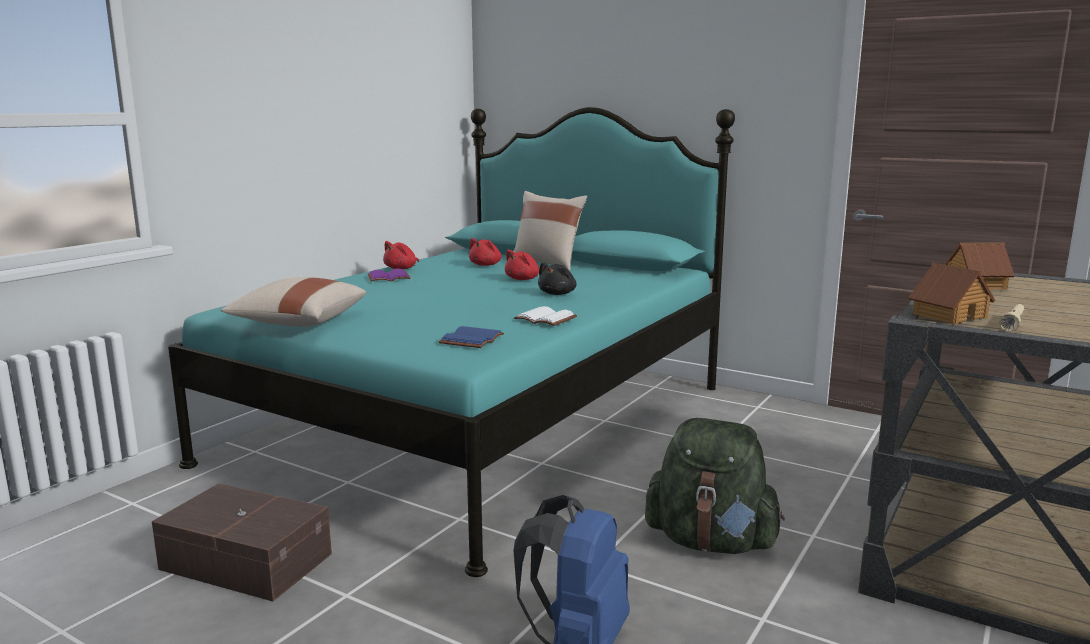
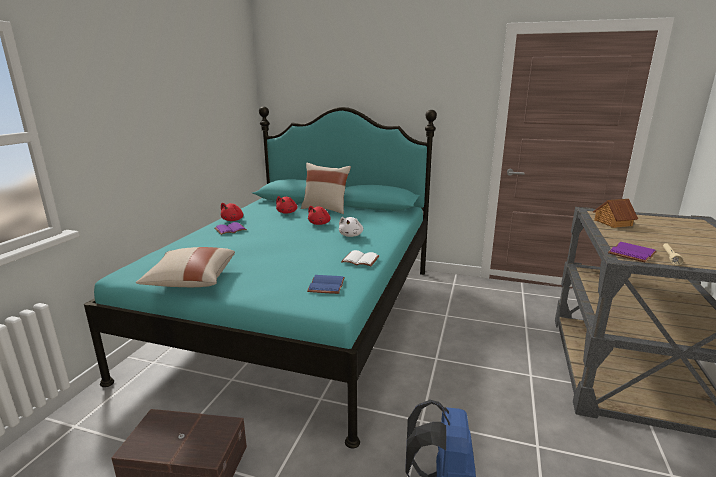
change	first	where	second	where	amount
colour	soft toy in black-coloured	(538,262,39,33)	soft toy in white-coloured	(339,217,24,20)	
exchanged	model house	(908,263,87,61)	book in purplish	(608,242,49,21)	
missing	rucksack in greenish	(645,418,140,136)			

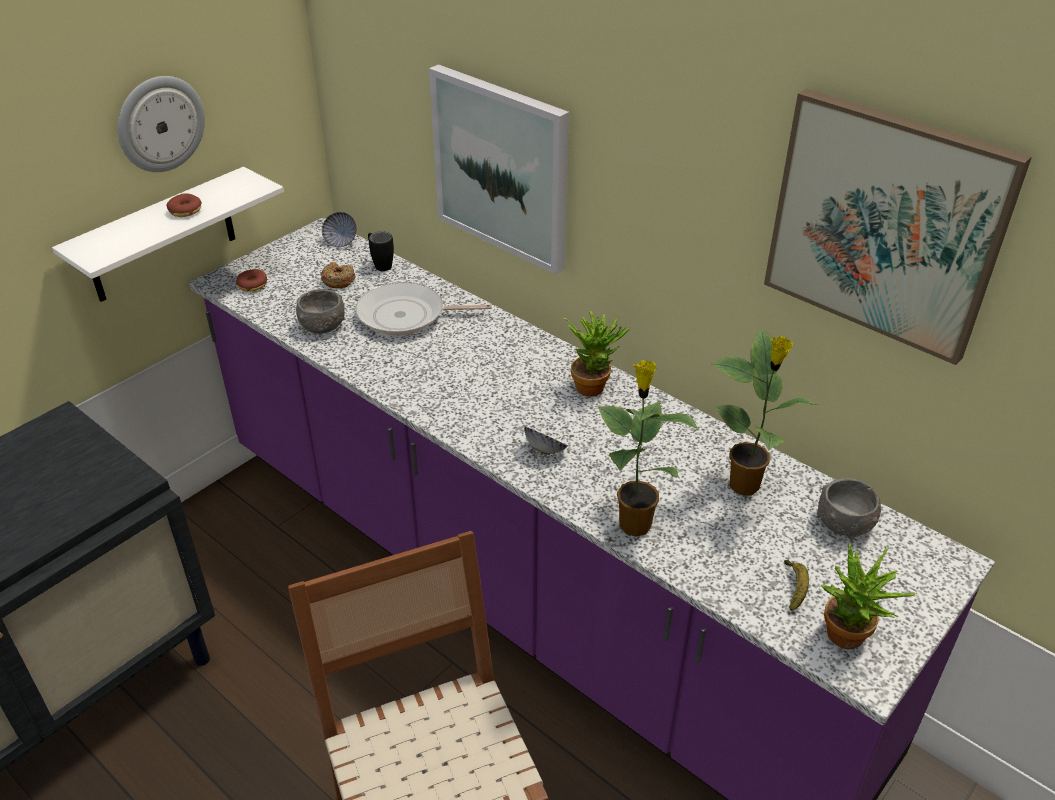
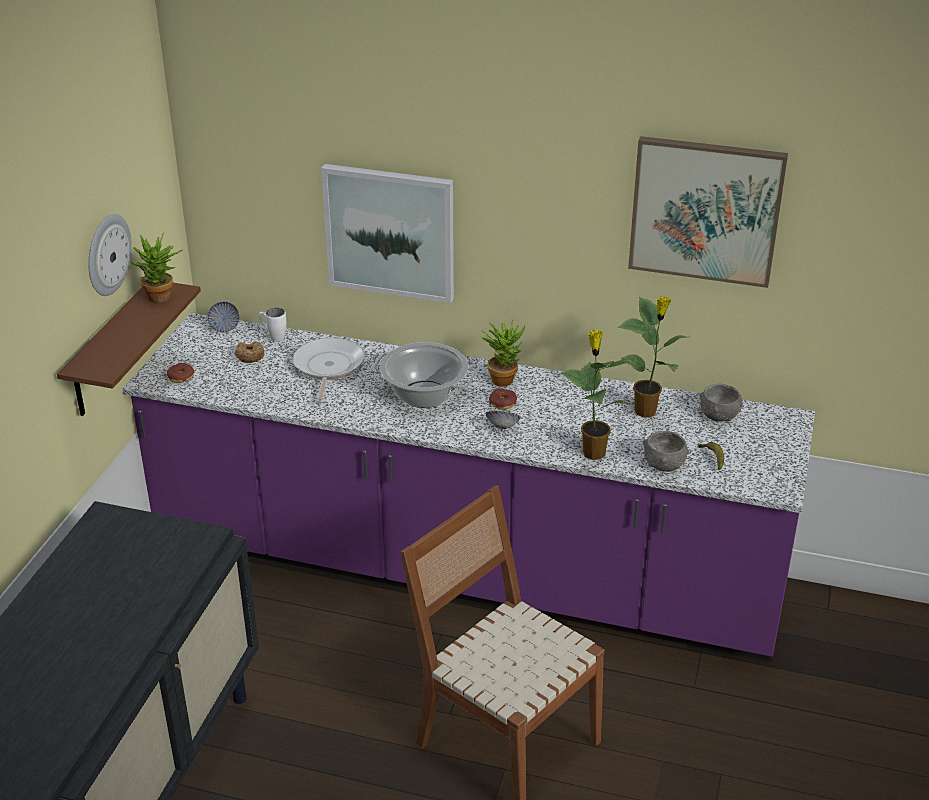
change	first	where	second	where	amount
colour	wall shelf in white-coloured	(52,167,232,135)	wall shelf in brown	(57,283,144,133)	
relocated	potted plant	(821,542,96,107)		(130,233,53,70)	
colour	mug in black-coloured	(368,231,26,40)	mug in white-coloured	(259,308,28,33)	
spun	pan	(356,282,136,53)		(293,338,72,66)	120 degrees clockwise
appeared			cooking pot	(371,342,106,66)	
relocated	donut	(166,193,36,24)		(489,389,28,20)	
relocated	serving bowl in greyish	(296,289,49,45)		(643,431,46,41)	

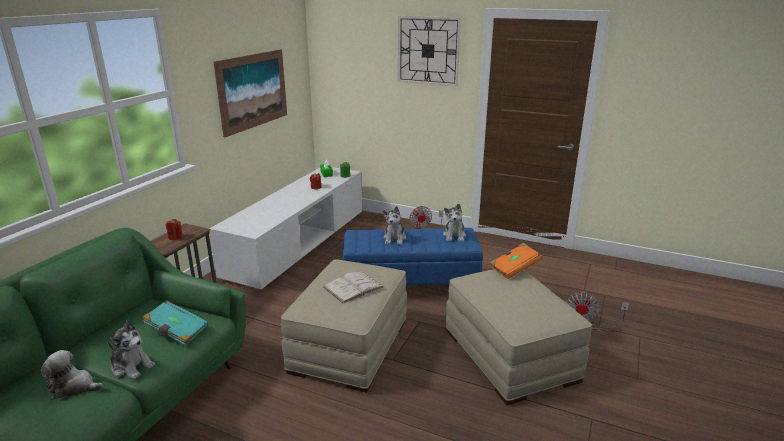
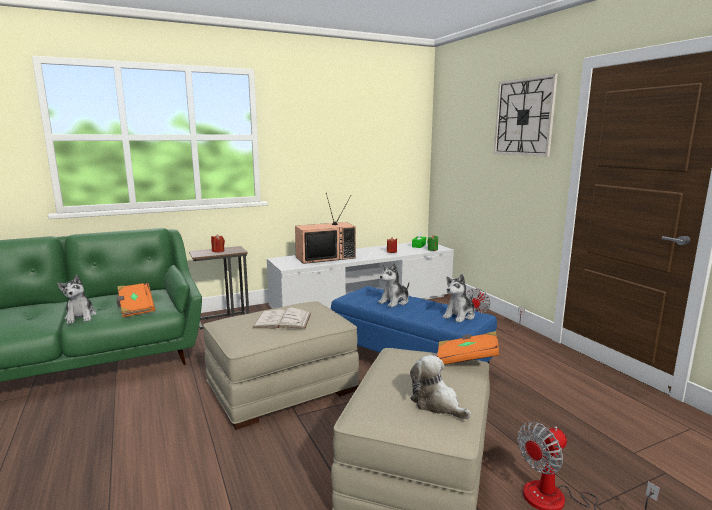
change	first	where	second	where	amount
colour	book in turquoise	(142,300,66,46)	book in orange	(117,283,38,34)	
appeared			TV	(295,193,61,71)	
relocated	soft toy	(41,350,63,48)		(410,355,61,64)	
missing	picture	(214,49,73,88)			

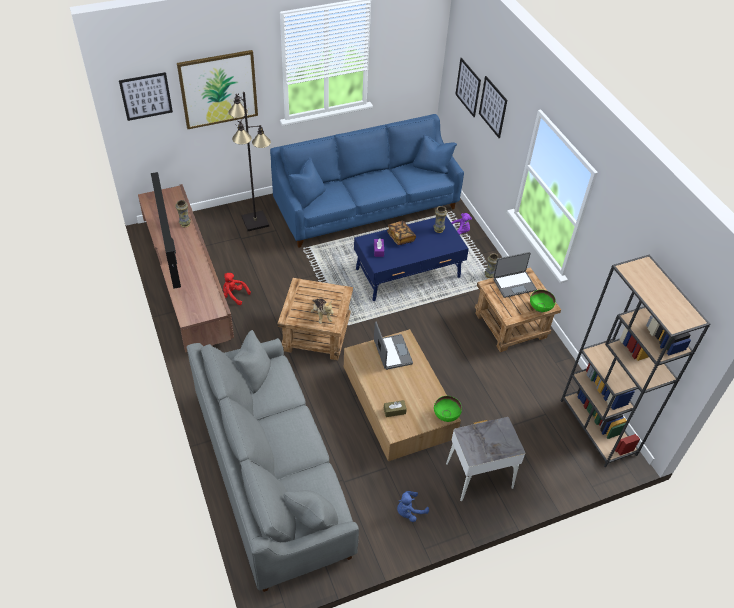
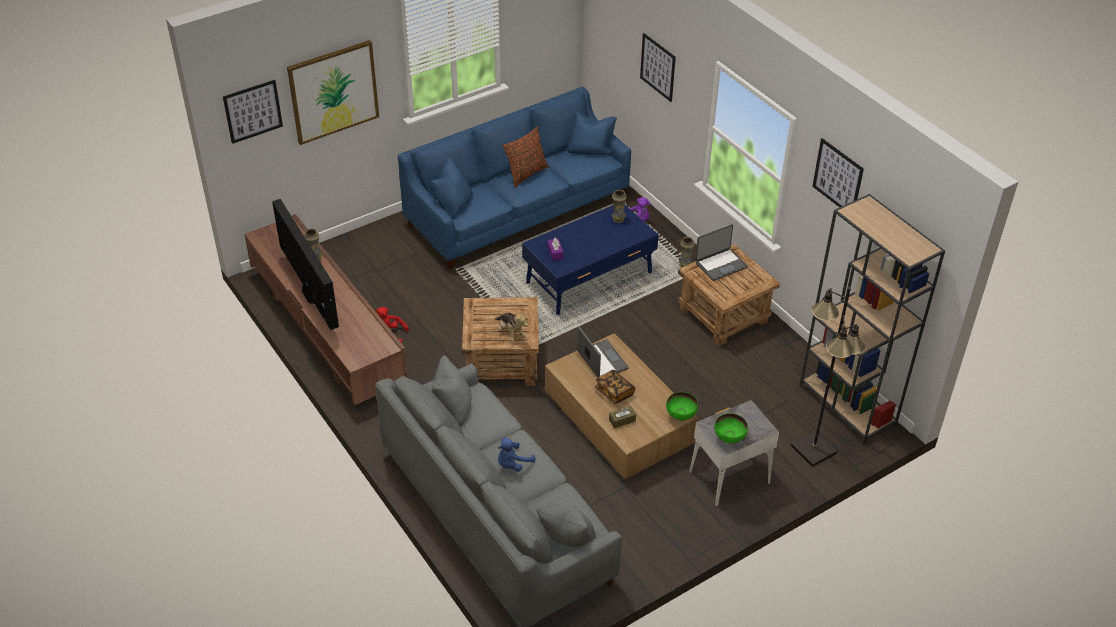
change	first	where	second	where	amount
relocated	soft toy in blue-coloured	(397,491,32,31)		(498,437,37,35)	
appeared			pillow in brown	(503,126,46,62)	
relocated	book	(387,221,29,24)		(595,370,40,34)	
relocated	serving bowl in greenish	(530,290,26,23)		(714,413,34,31)	
relocated	standard lamp in black-coloured	(228,92,43,139)		(791,287,74,180)	
relocated	picture	(455,58,26,59)		(812,138,52,69)	

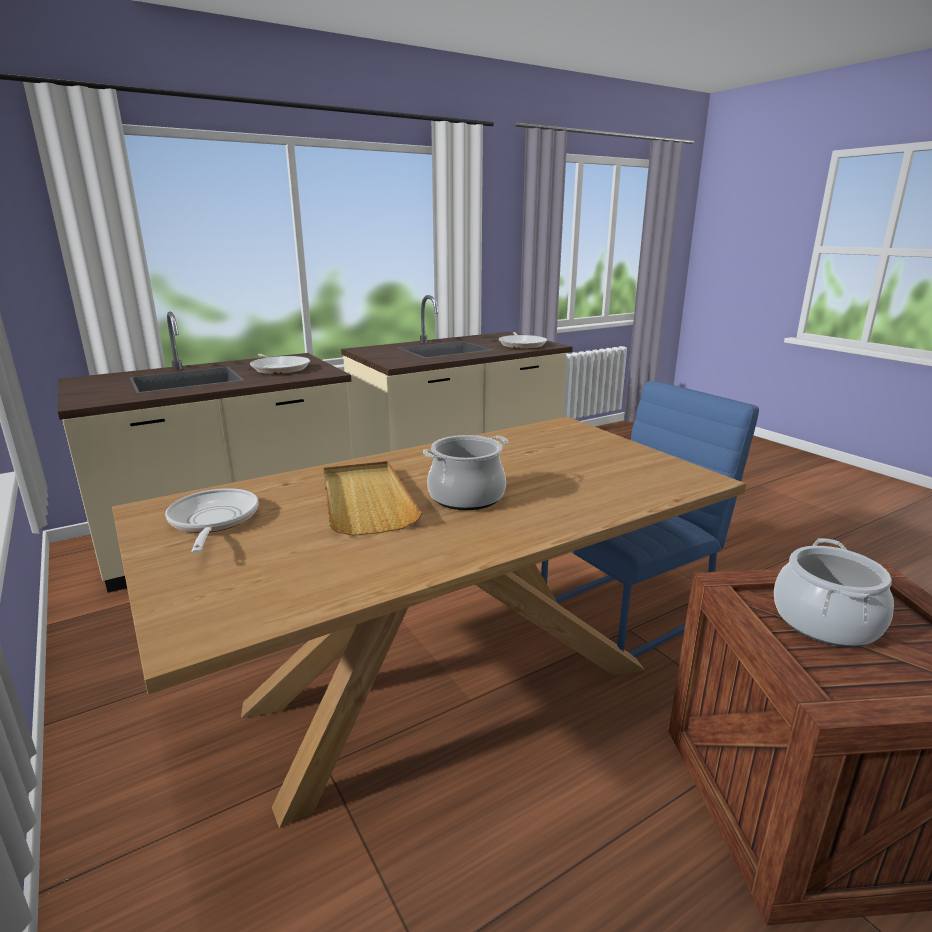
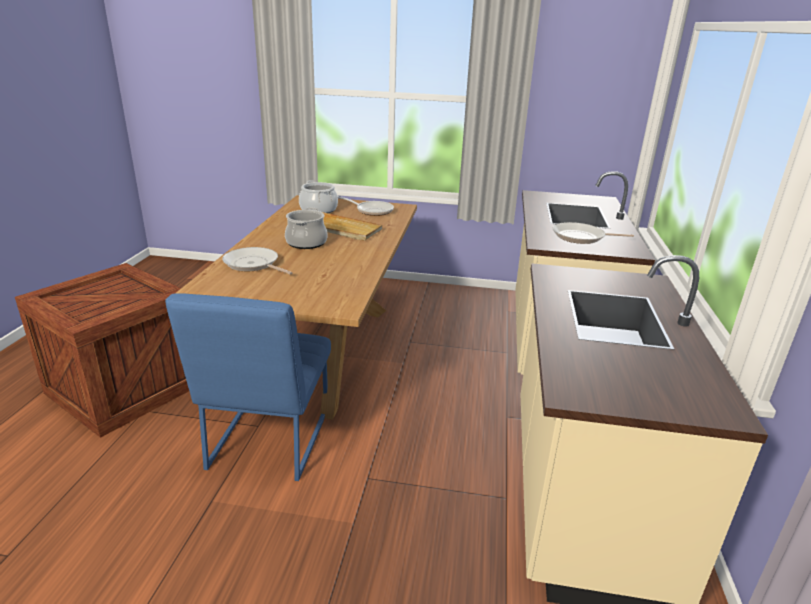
change	first	where	second	where	amount
relocated	pan	(499,332,48,17)		(222,247,70,27)	
relocated	cooking pot	(774,538,120,109)		(299,180,39,33)	

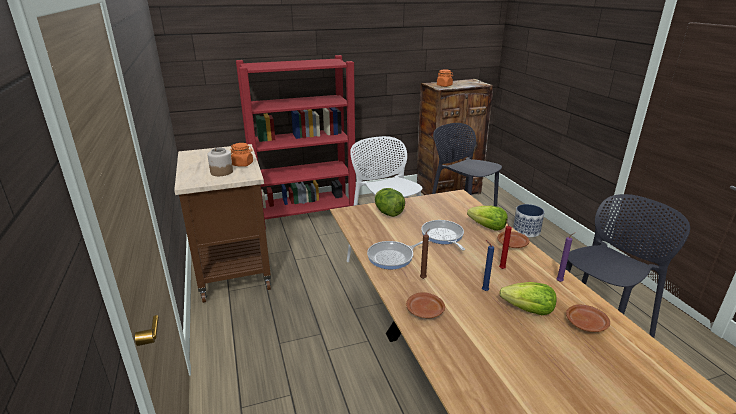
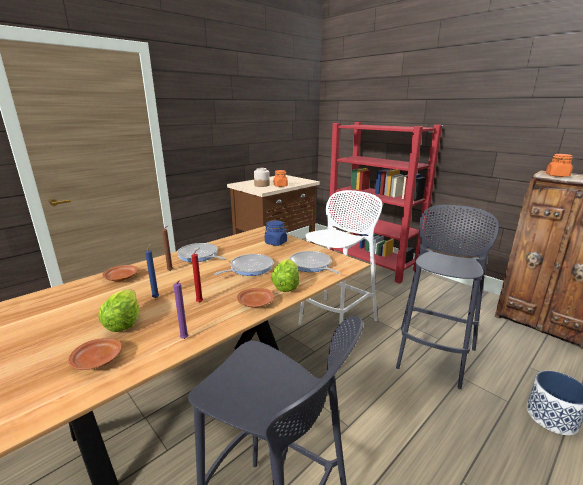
change	first	where	second	where	amount
exchanged	lettuce head	(375,188,30,29)	jar in blue-coloured	(265,220,22,26)	
appeared			pan	(290,251,50,23)	

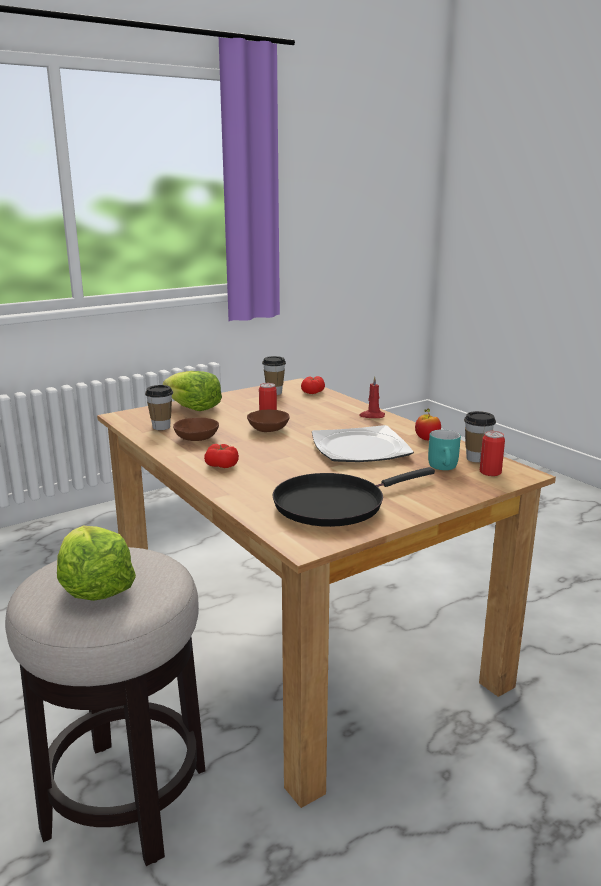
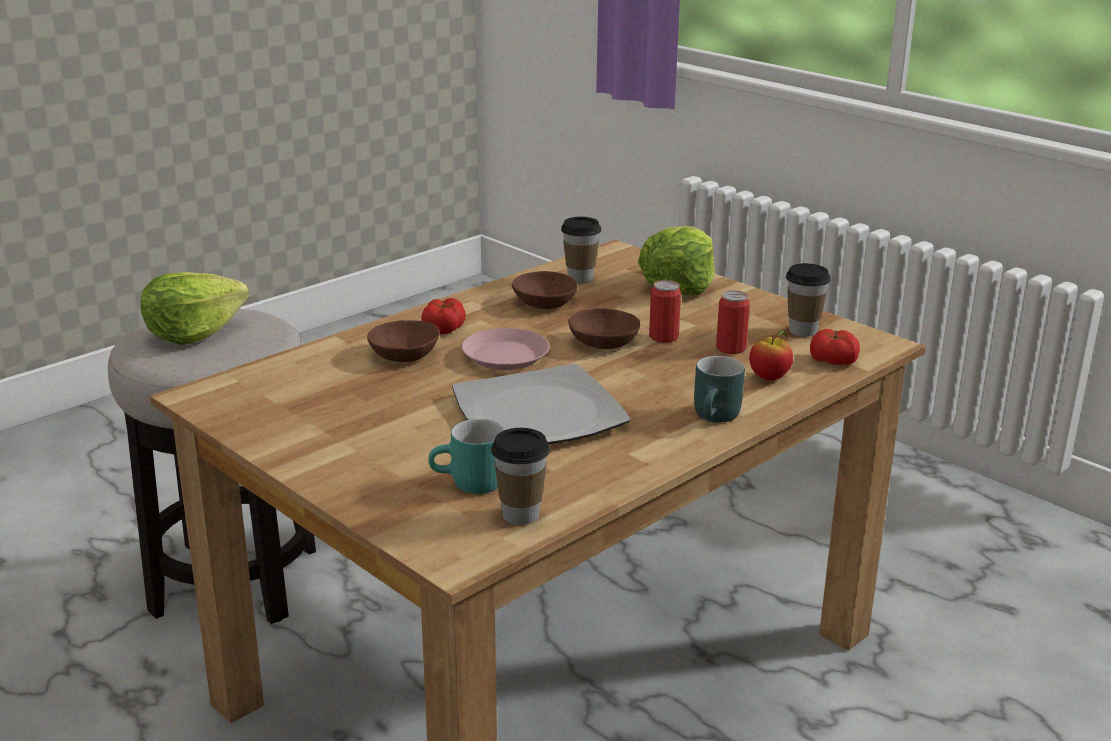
change	first	where	second	where	amount
appeared			serving bowl in brown	(367,320,73,42)	
appeared			plate in pink-coloured	(461,328,89,42)	
exchanged	wax light in reddish	(359,376,26,42)	mug in turquoise	(694,356,51,67)	
relocated	metal can	(480,431,25,45)		(716,290,34,64)	
relocated	apple fruit	(415,409,26,31)		(749,331,44,49)	
missing	pan in black-coloured	(273,467,162,60)			

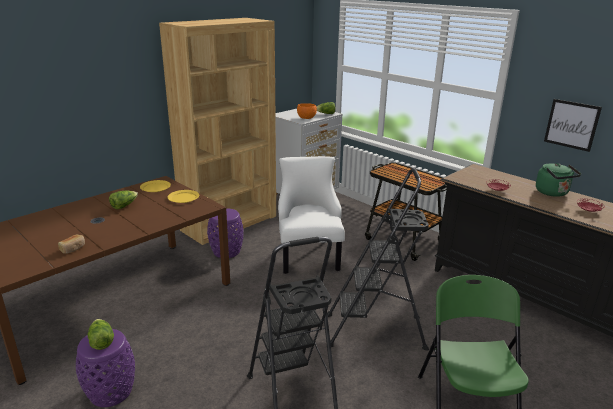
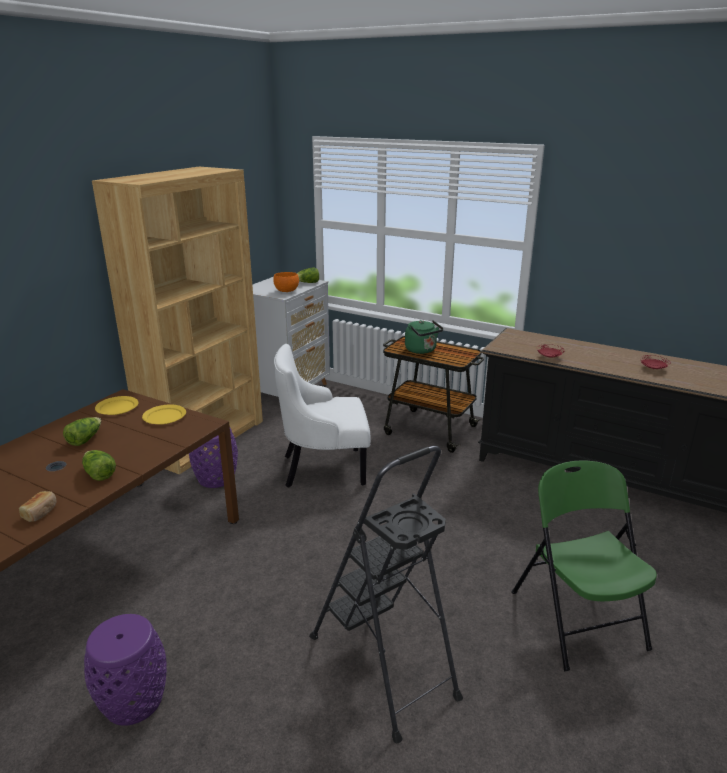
change	first	where	second	where	amount
relocated	lettuce head	(87,319,27,31)		(82,450,34,31)	
spun	chair in white-coloured	(278,156,67,118)		(274,344,97,143)	75 degrees counterclockwise
relocated	tea kettle in greenish	(536,163,45,34)		(405,320,38,34)	
missing	step ladder	(327,168,102,182)			
missing	picture	(544,99,58,53)			

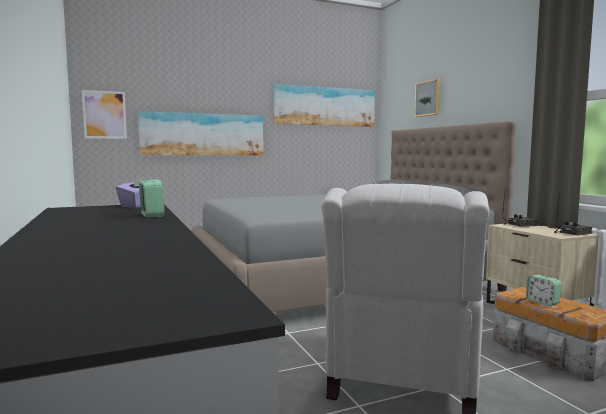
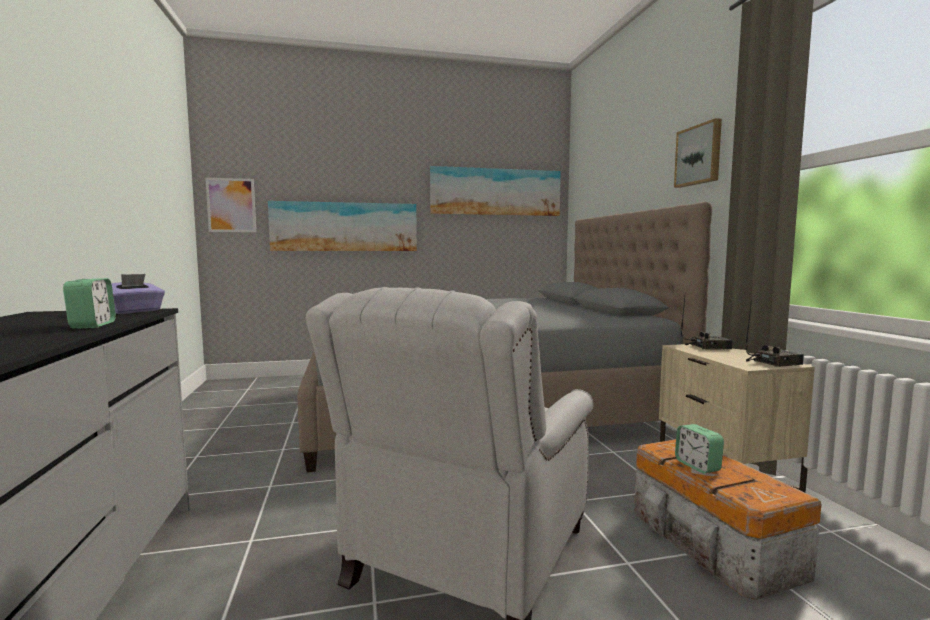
change	first	where	second	where	amount
relocated	picture	(414,79,26,38)		(674,118,48,70)	

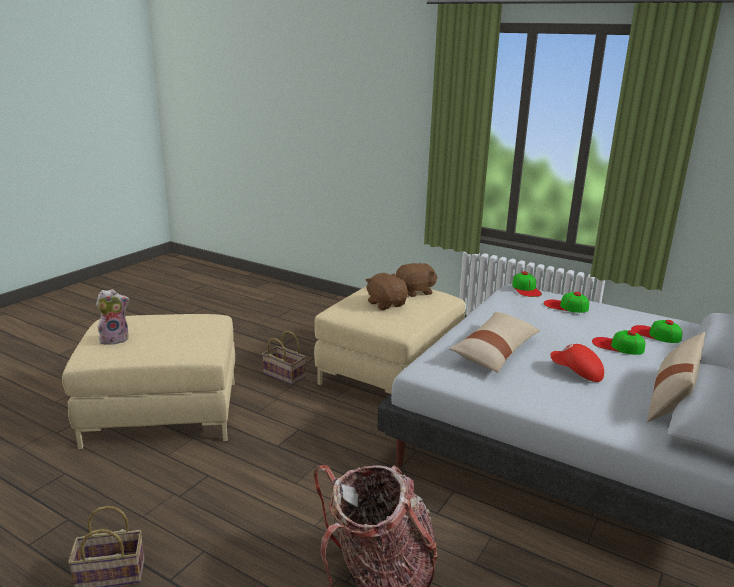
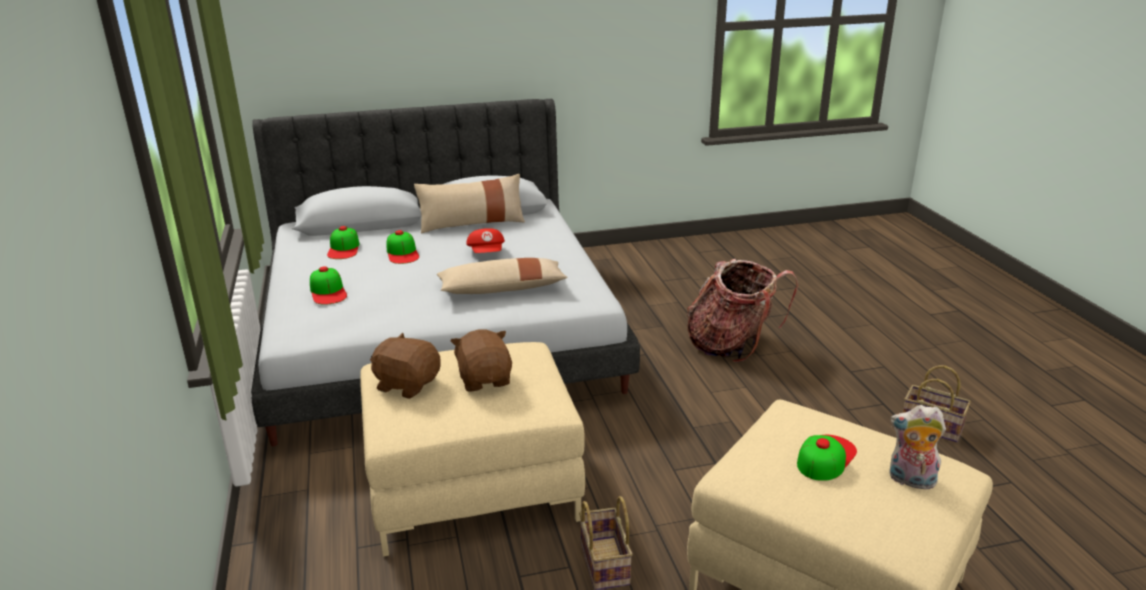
change	first	where	second	where	amount
spun	soft toy in brown	(366,273,42,37)		(450,329,62,63)	150 degrees clockwise
relocated	cap	(512,271,30,26)		(797,435,60,46)	

